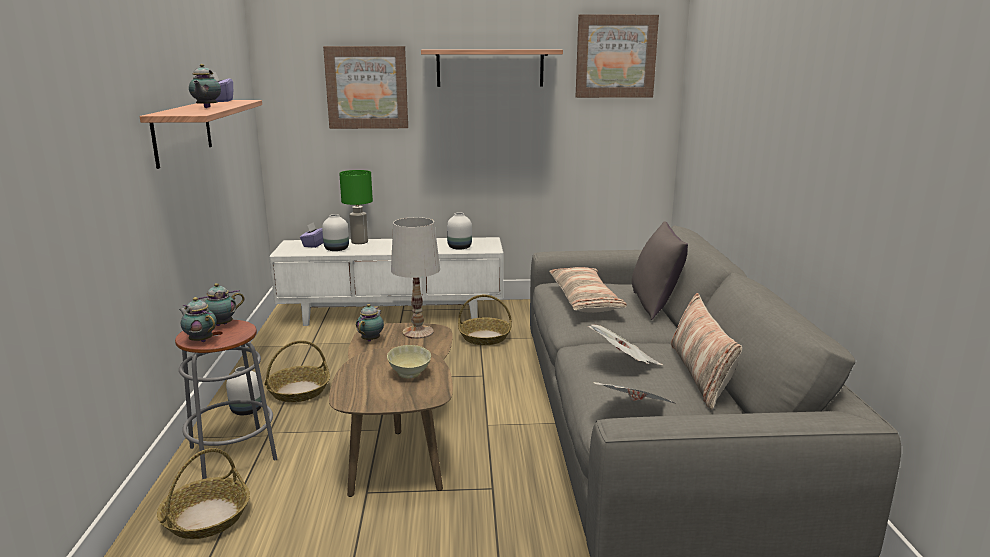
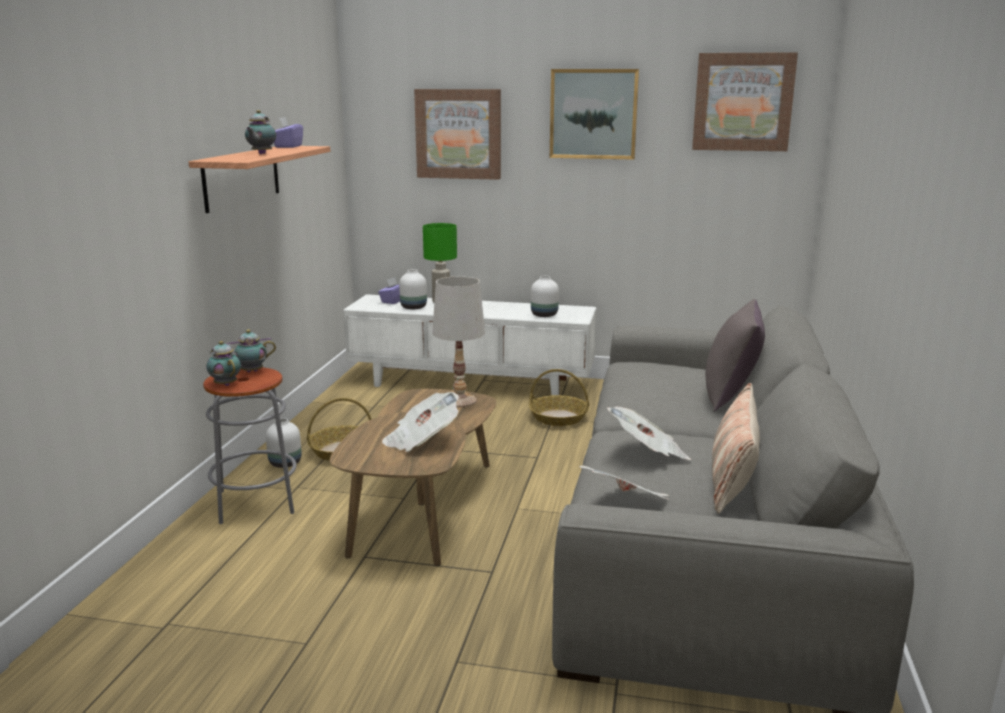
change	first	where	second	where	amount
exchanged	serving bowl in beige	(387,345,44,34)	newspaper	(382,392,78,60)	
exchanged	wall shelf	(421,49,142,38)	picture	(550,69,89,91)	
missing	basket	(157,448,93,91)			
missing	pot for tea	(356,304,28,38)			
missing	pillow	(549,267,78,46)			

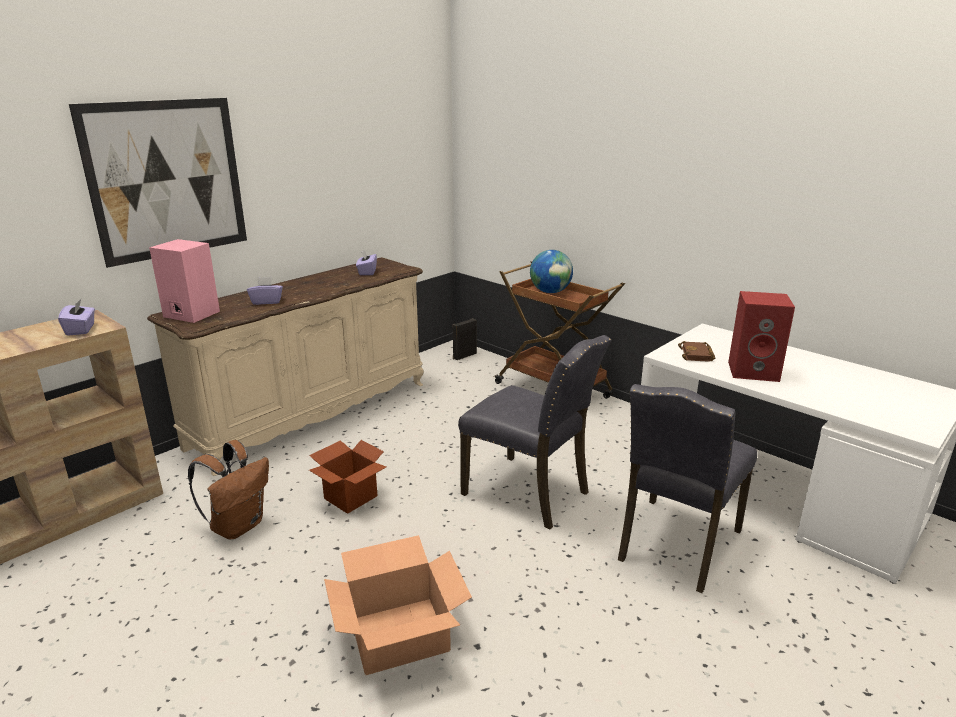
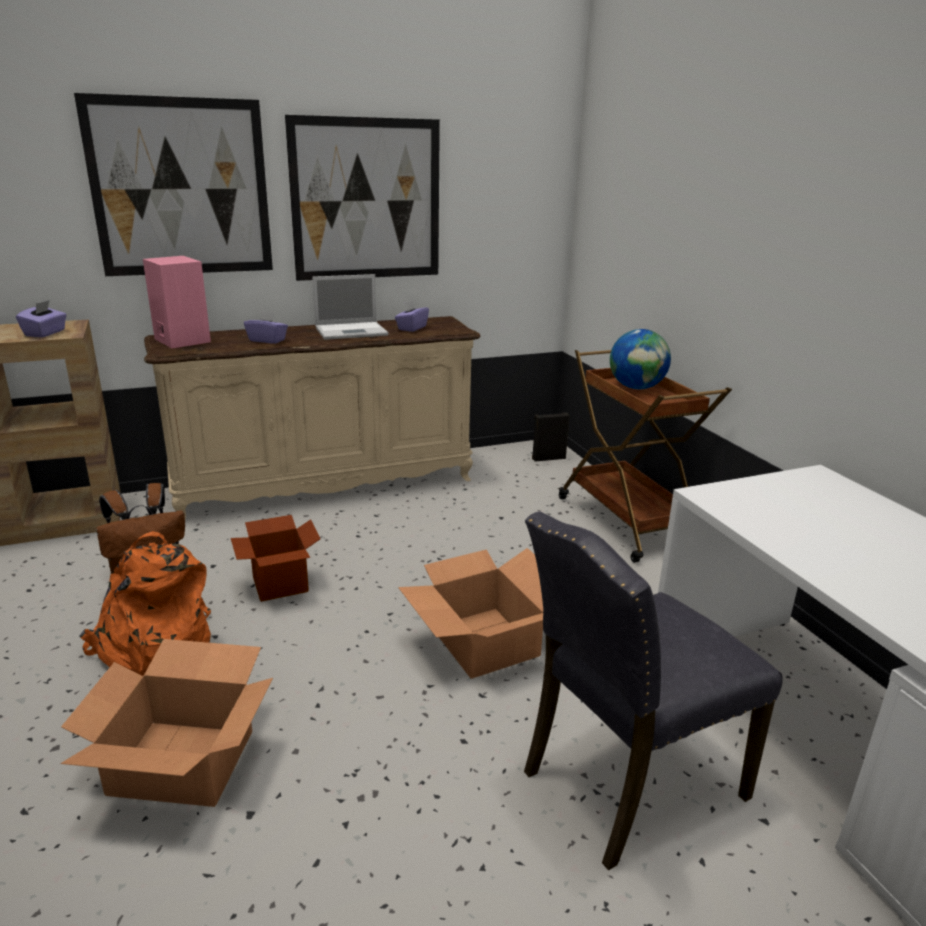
change	first	where	second	where	amount
appeared			rucksack in orange	(79,531,132,145)	
appeared			picture	(285,115,155,166)	
appeared			notebook computer	(312,274,76,66)	
exchanged	chair in greyish	(458,335,154,194)	packing box	(398,548,145,131)	
missing	book in brown	(678,341,37,21)			
missing	loudspeaker in reddish	(728,291,67,91)			

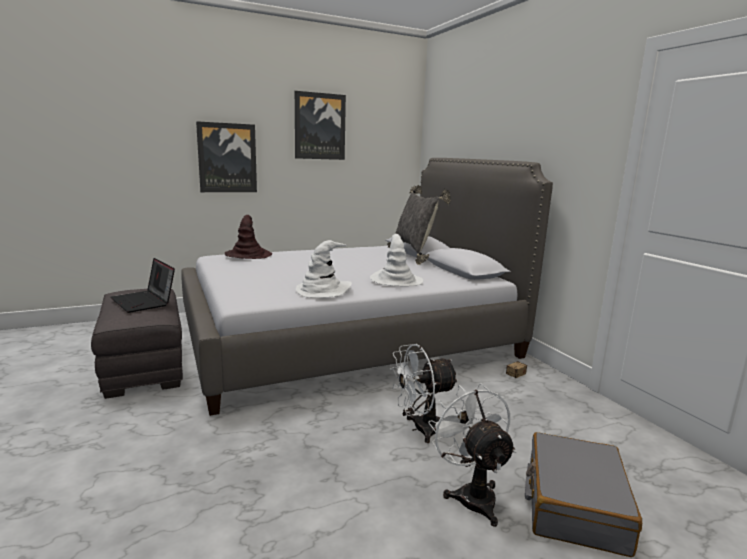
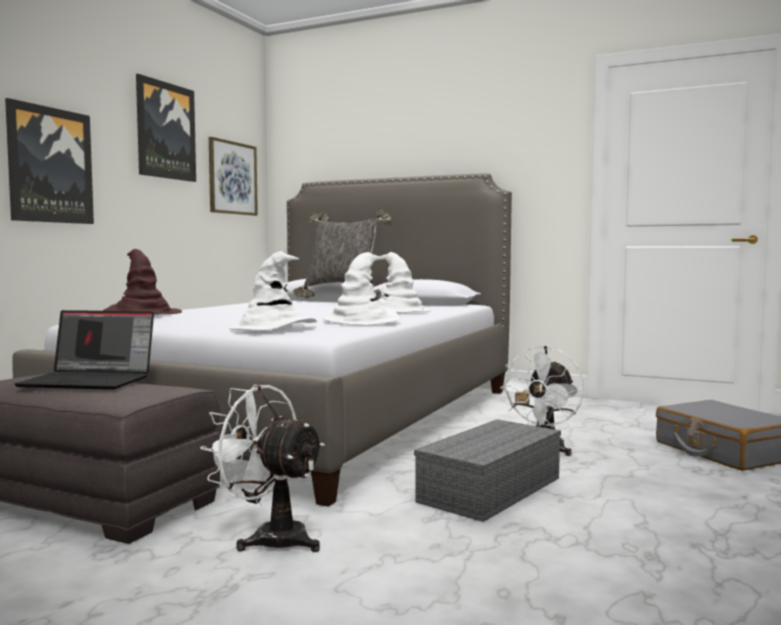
change	first	where	second	where	amount
relocated	electric fan in white-coloured	(428,383,88,144)		(200,385,125,167)	
appeared			picture	(209,137,49,79)	
appeared			clothing hat in white-coloured	(228,251,89,79)	
appeared			storage bin in greyish	(414,419,147,103)	

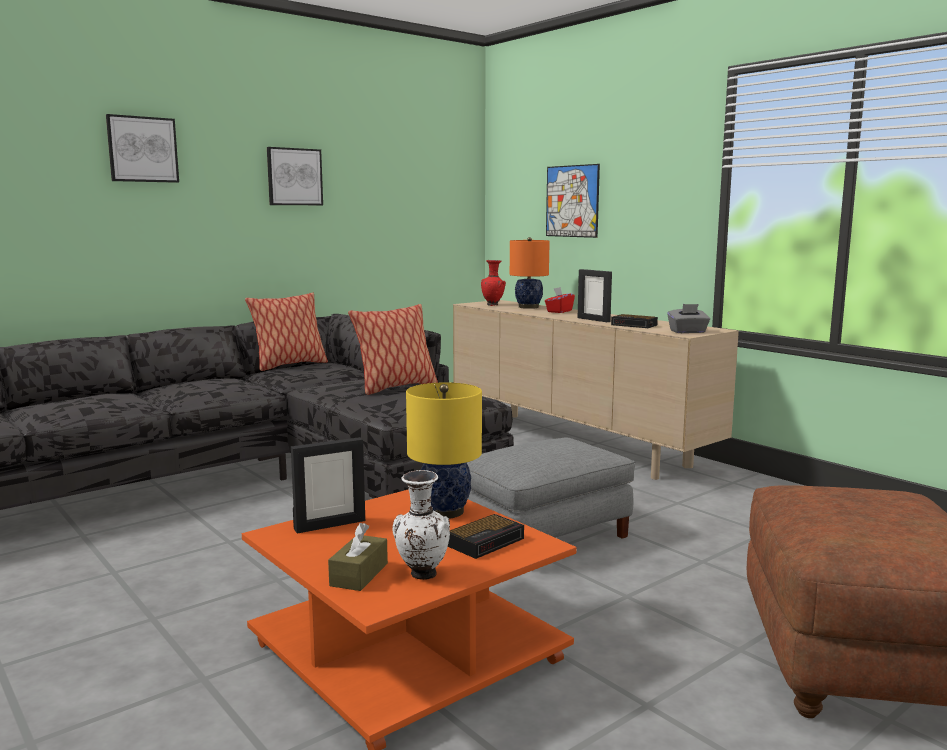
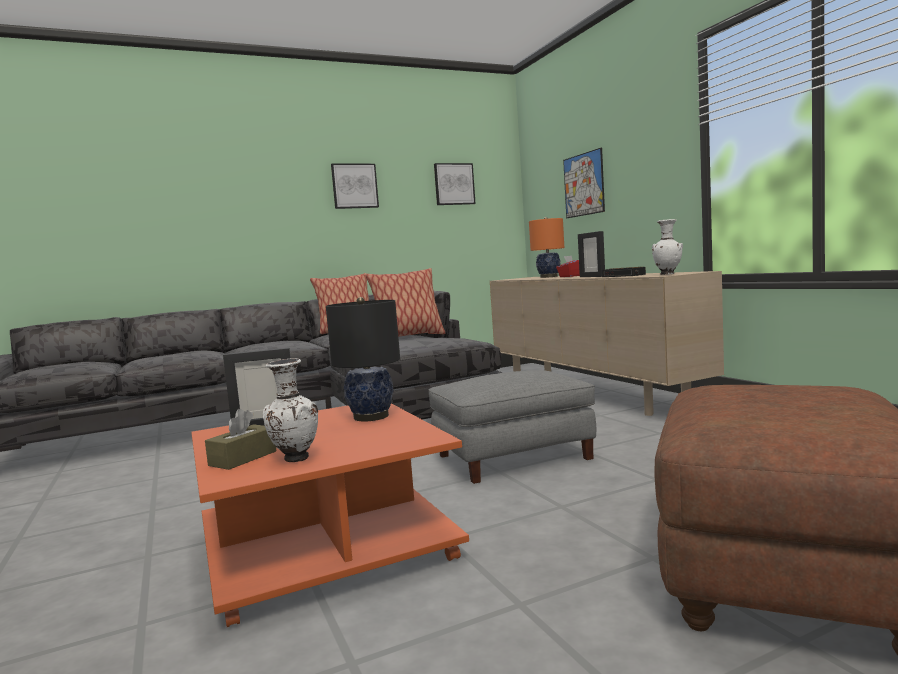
change	first	where	second	where	amount
colour	lamp for a table in yellow-coloured	(406,383,76,136)	lamp for a table in black-coloured	(326,297,74,124)	
relocated	picture	(106,114,73,69)		(434,163,42,42)	
exchanged	tissue box in greyish	(667,304,43,29)	flower vase in white-coloured	(652,219,31,56)	
missing	table clock	(448,514,76,45)			
missing	flower vase in reddish	(481,260,25,46)			

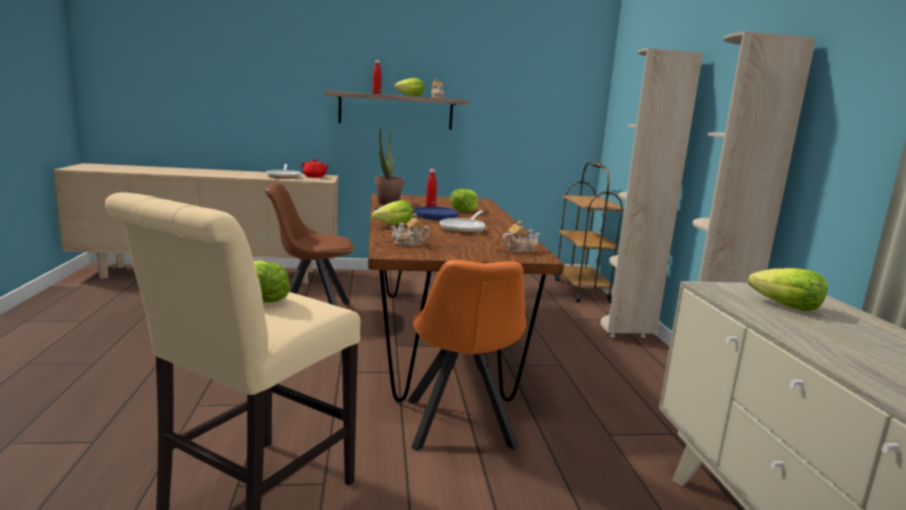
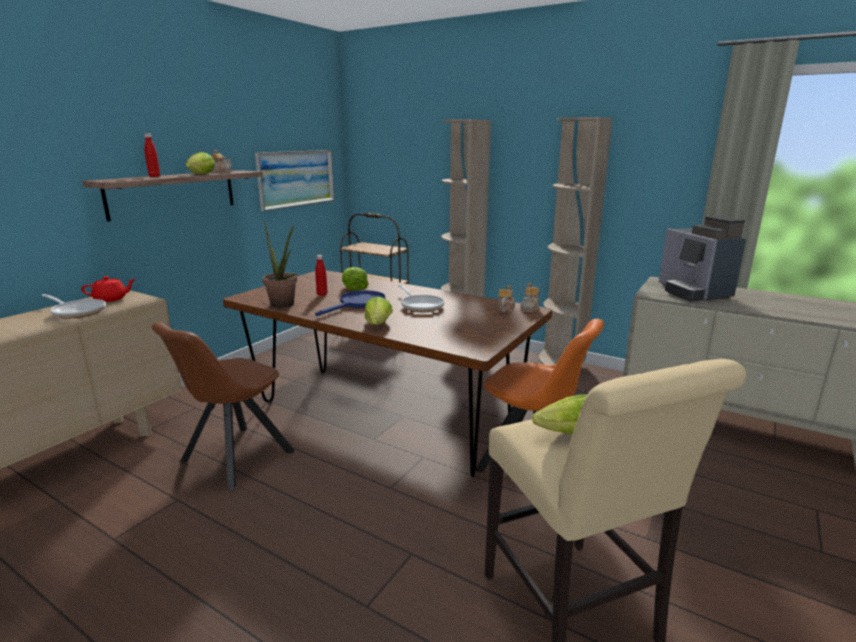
change	first	where	second	where	amount
appeared			picture	(255,150,80,61)	
relocated	pot for tea	(390,213,40,33)		(520,283,19,30)	
exchanged	lettuce head	(748,268,79,43)	coffee maker	(659,215,87,87)	

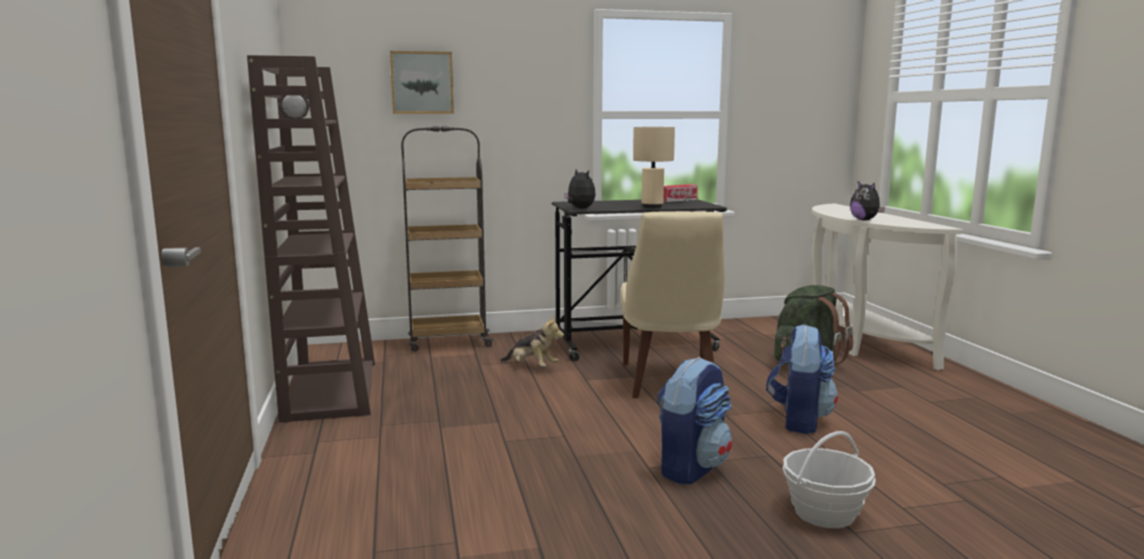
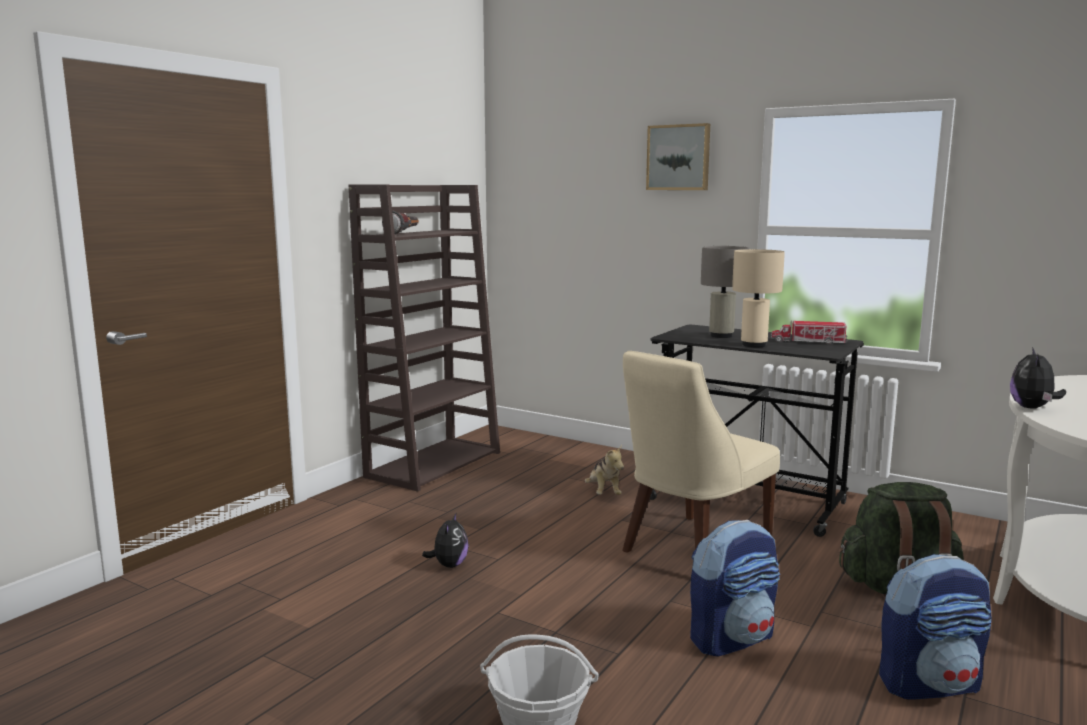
change	first	where	second	where	amount
relocated	soft toy	(564,169,32,40)		(422,512,47,56)	
relocated	picture	(390,51,64,63)		(646,123,64,67)	
appeared			lamp for a table in greyish	(701,246,48,92)	
relocated	rucksack	(656,357,76,127)		(879,554,113,146)	
missing	trolley in brown	(401,126,94,226)			

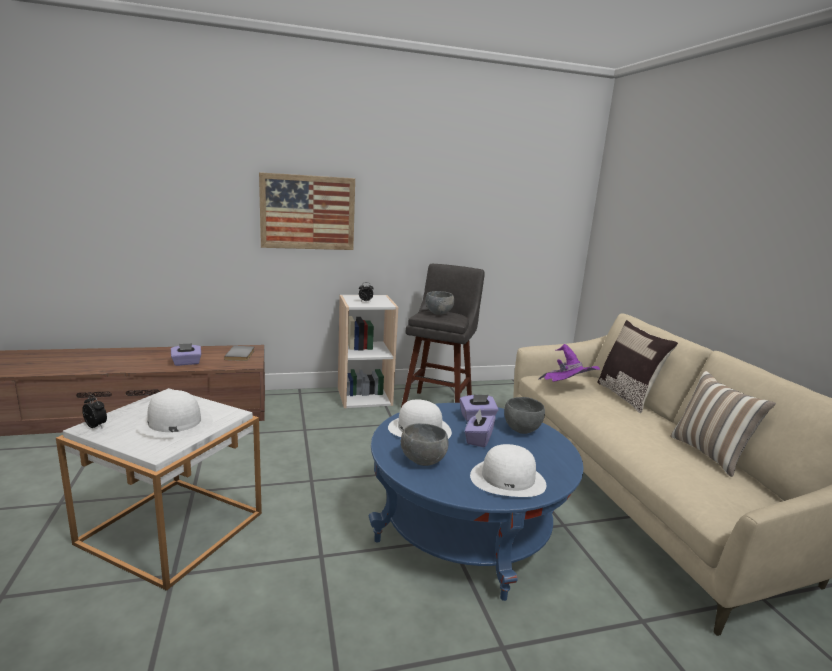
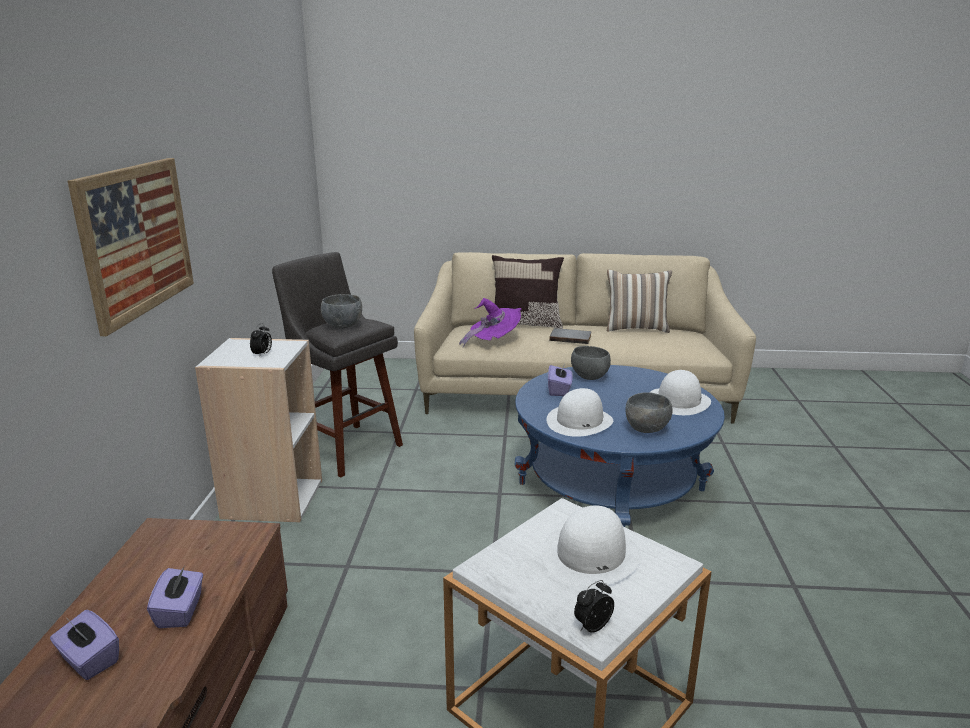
change	first	where	second	where	amount
relocated	tissue box in purplish	(465,409,31,38)		(50,610,69,70)	
relocated	book in greyish	(224,346,31,15)		(549,328,43,16)	

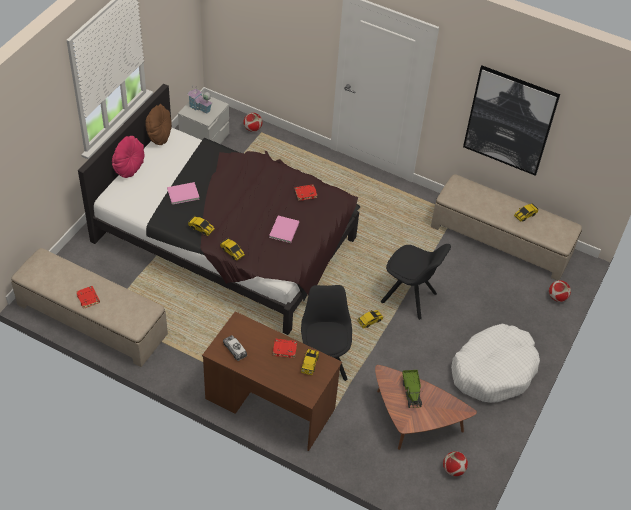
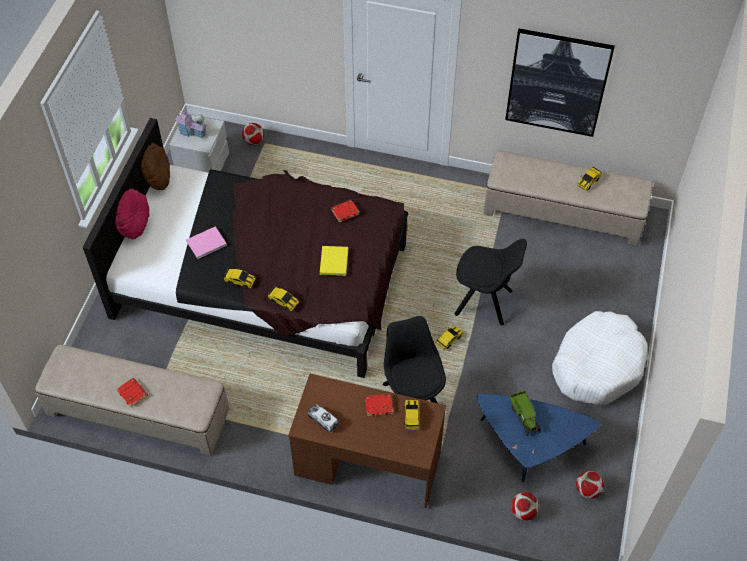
change	first	where	second	where	amount
colour	book in pink-coloured	(269,216,31,27)	book in yellow-coloured	(320,246,28,30)	
colour	coffee table in brown	(375,365,102,85)	coffee table in blue-coloured	(477,394,124,88)	
relocated	football	(549,280,22,22)		(511,492,28,29)	

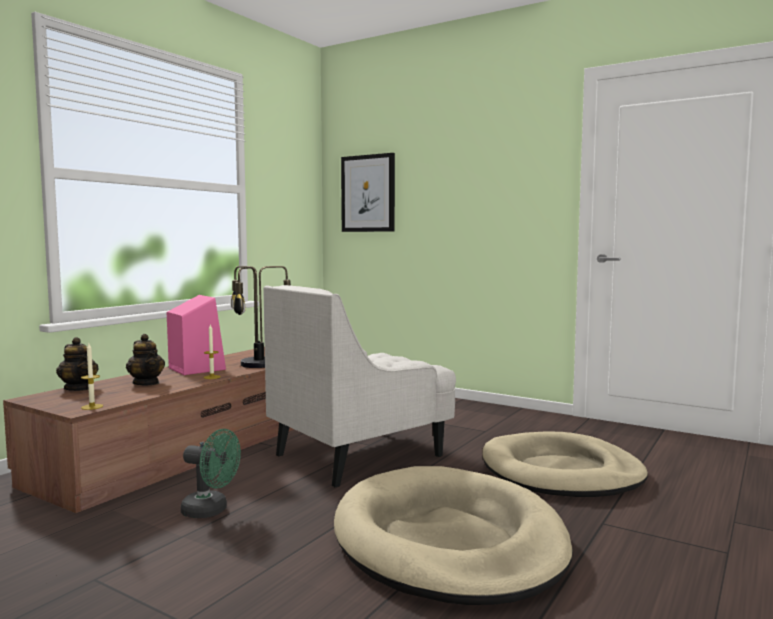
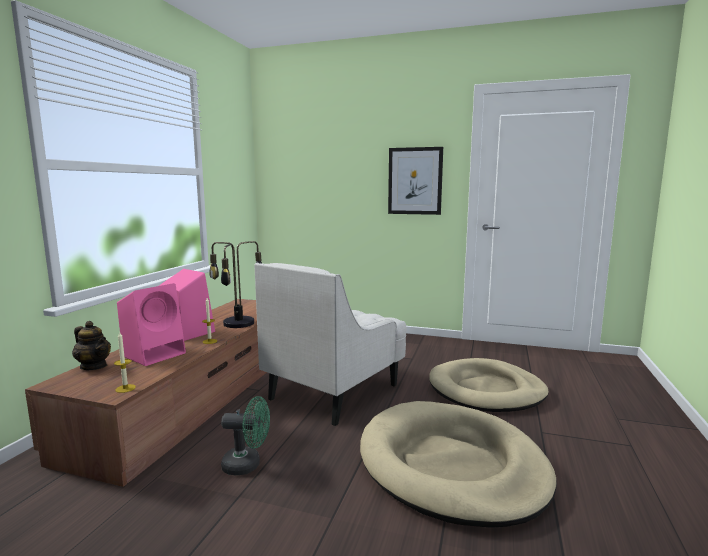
change	first	where	second	where	amount
exchanged	pot for tea	(126,334,39,51)	loudspeaker in pink-coloured	(117,283,69,83)	
relocated	picture	(341,153,54,79)		(388,147,55,68)	

